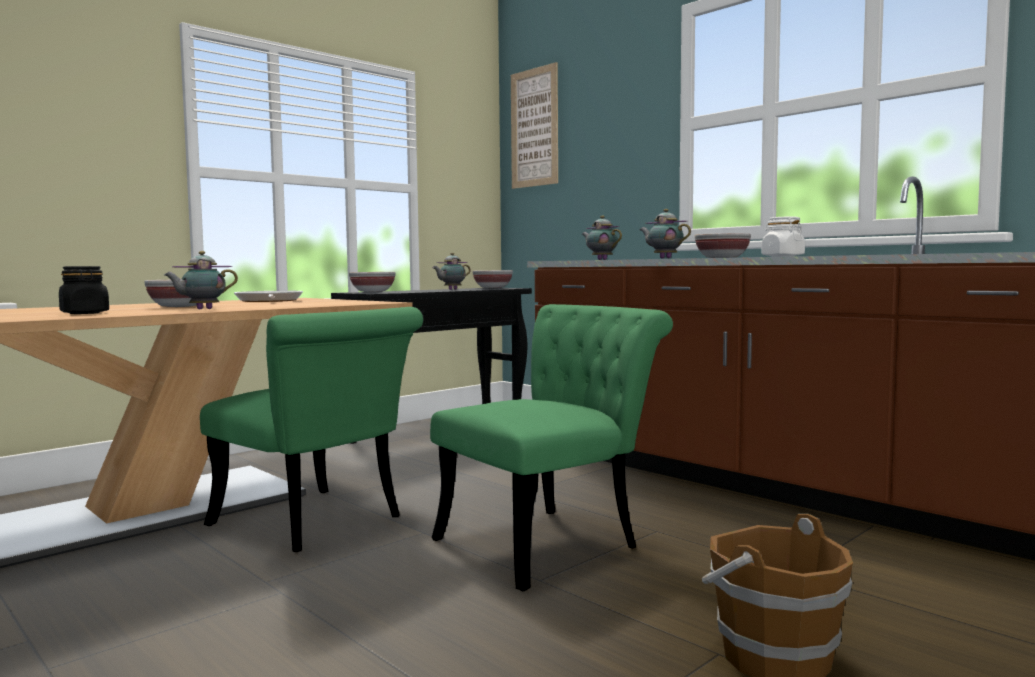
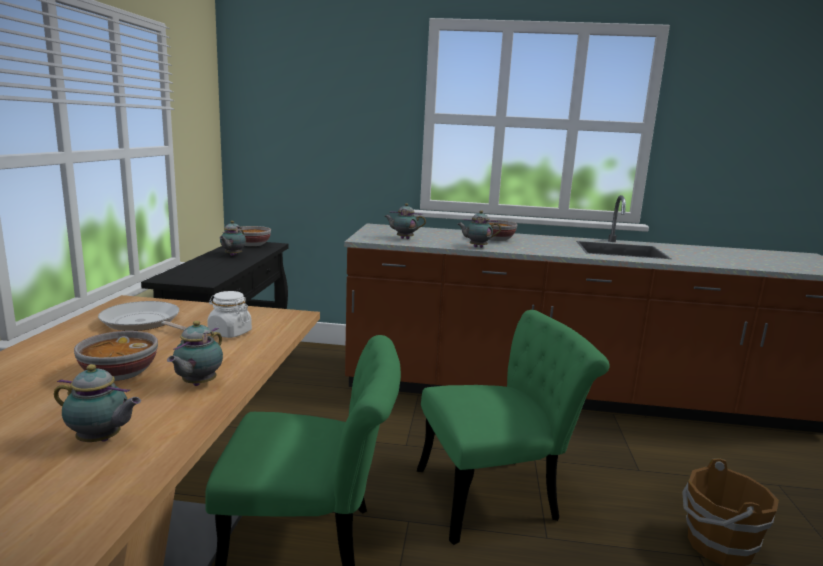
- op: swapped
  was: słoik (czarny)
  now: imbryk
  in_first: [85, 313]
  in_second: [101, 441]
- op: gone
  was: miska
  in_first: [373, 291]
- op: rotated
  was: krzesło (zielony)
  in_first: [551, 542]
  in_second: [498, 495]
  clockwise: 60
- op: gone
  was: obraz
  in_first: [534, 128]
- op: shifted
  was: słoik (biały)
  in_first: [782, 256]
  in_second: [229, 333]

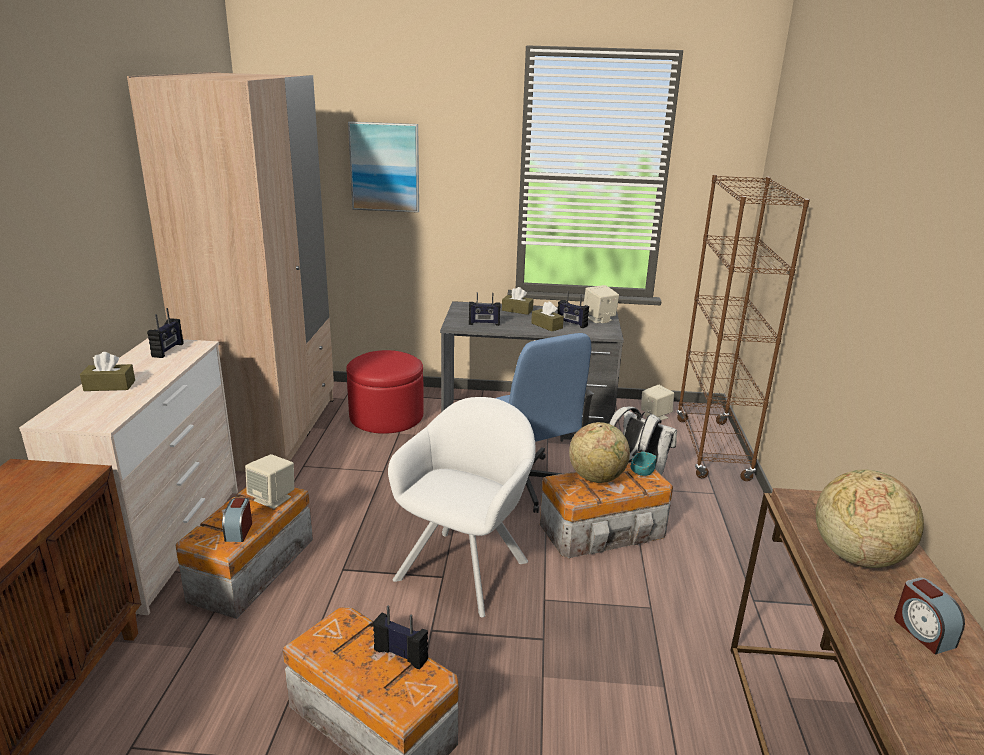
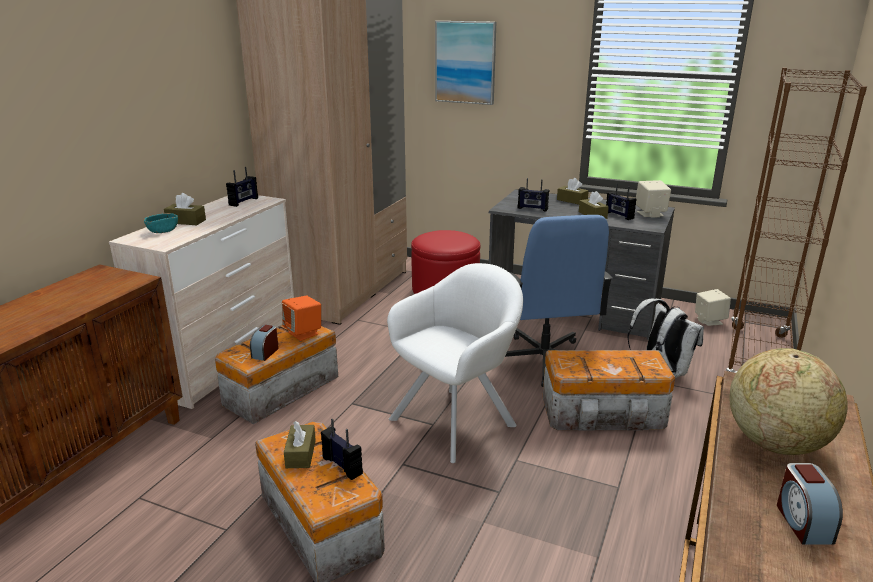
- op: repainted
  was: głośnik (beżowy)
  now: głośnik (pomarańczowy)
  in_first: [273, 499]
  in_second: [303, 333]
- op: gone
  was: globus
  in_first: [597, 477]
- op: shifted
  was: miska (turkusowy)
  in_first: [642, 471]
  in_second: [163, 231]
- op: new
  now: pudełko chusteczek (brązowy)
  in_second: [300, 454]

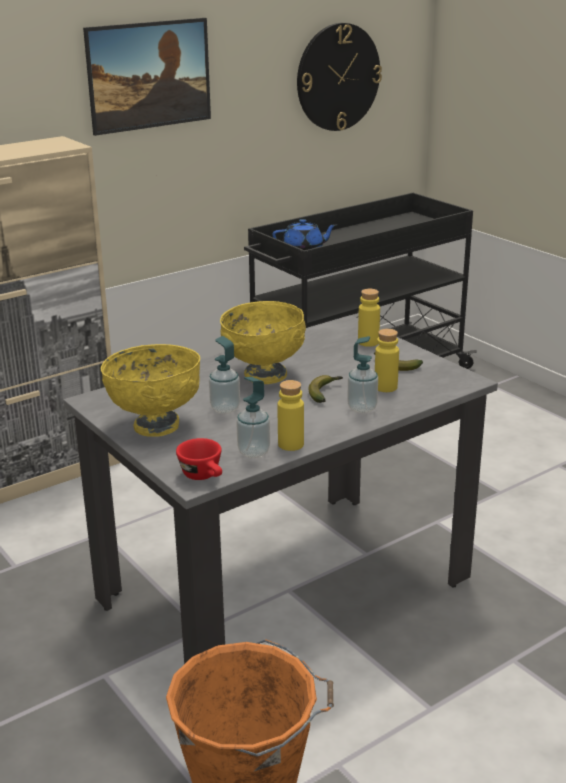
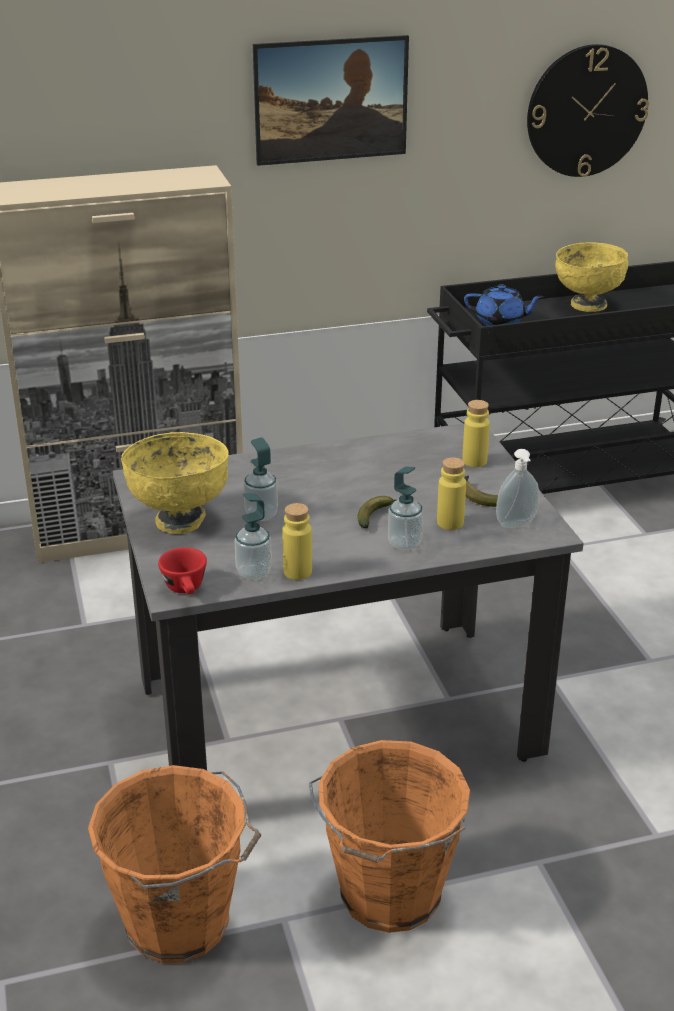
- op: shifted
  was: miska (żółty)
  in_first: [264, 375]
  in_second: [587, 305]
- op: new
  now: wiadro (pomarańczowy)
  in_second: [388, 896]
- op: new
  now: dozownik mydła
  in_second: [517, 525]

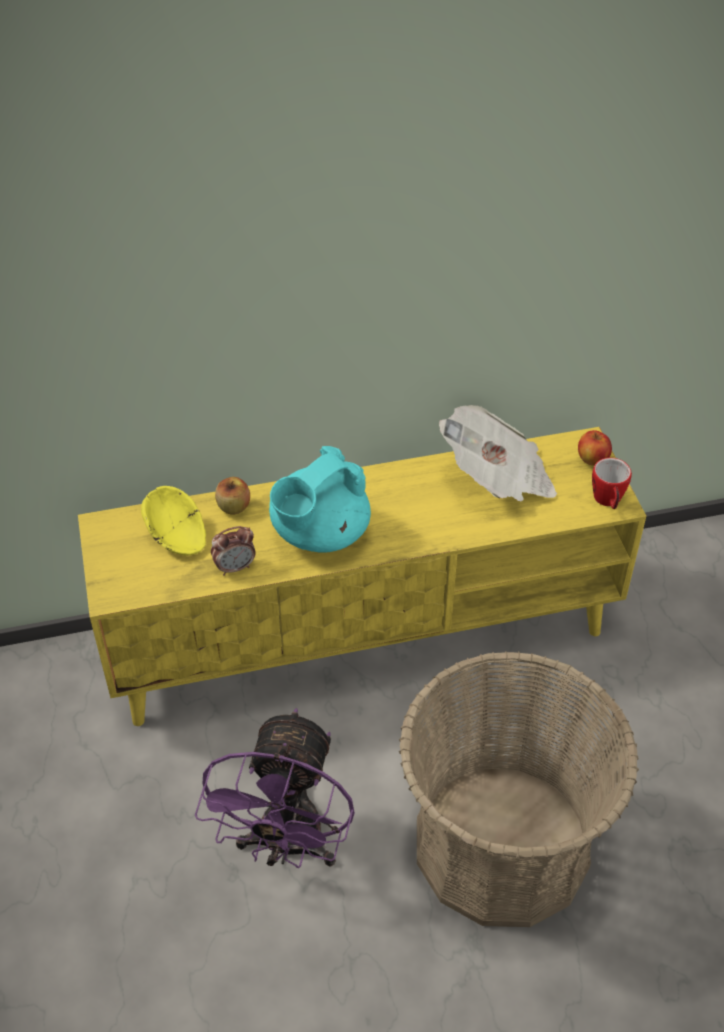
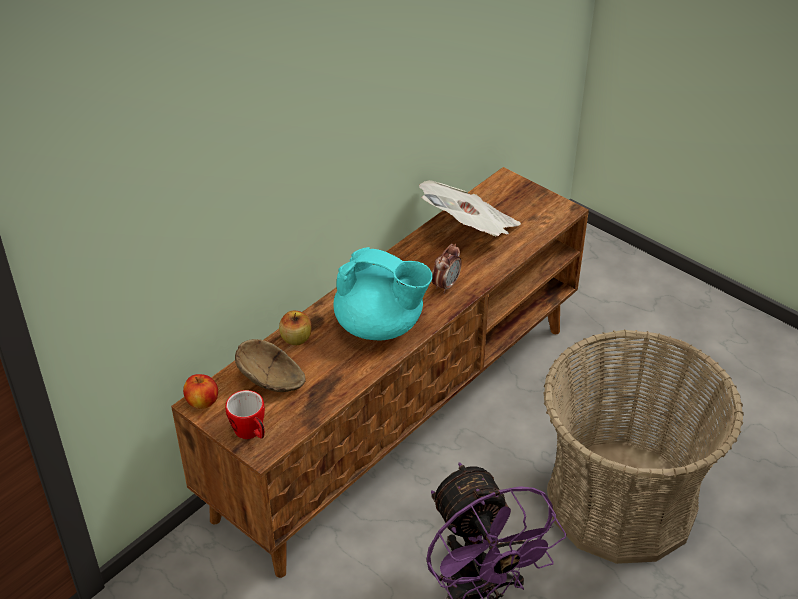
- op: repainted
  was: szafka pod telewizor (żółty)
  now: szafka pod telewizor (brązowy)
  in_first: [363, 635]
  in_second: [398, 416]
- op: repainted
  was: miska (żółty)
  now: miska (brązowy)
  in_first: [176, 537]
  in_second: [272, 381]
- op: shifted
  was: budzik
  in_first: [235, 567]
  in_second: [446, 285]
- op: rotated
  was: imbryk (turkusowy)
  in_first: [319, 533]
  in_second: [380, 326]
  clockwise: -75
- op: shifted
  was: jabłko
  in_first: [592, 459]
  in_second: [202, 402]
- op: shifted
  was: kubek
  in_first: [608, 501]
  in_second: [251, 433]

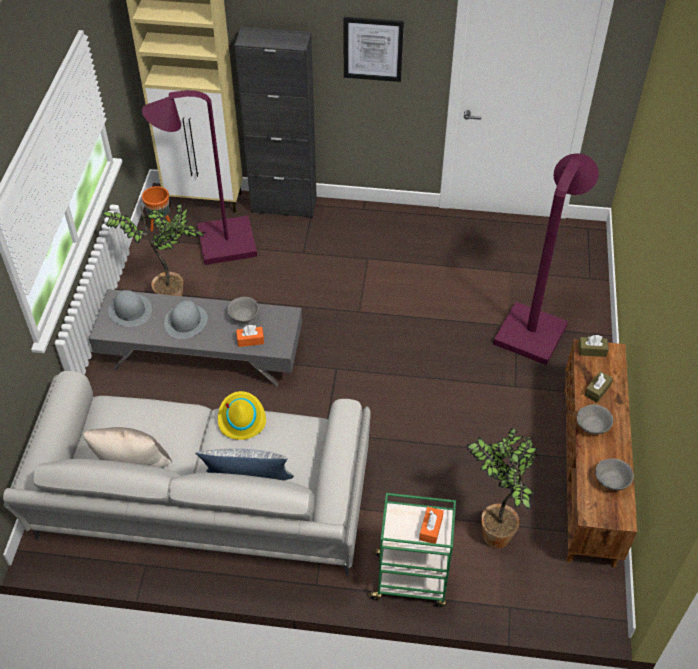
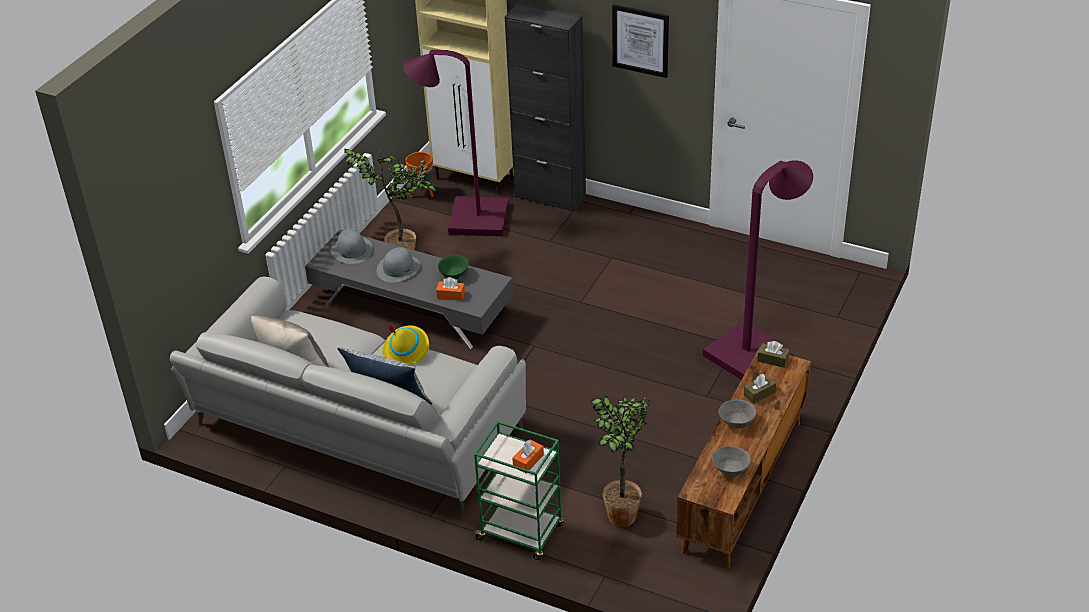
- op: repainted
  was: miska (szary)
  now: miska (zielony)
  in_first: [243, 317]
  in_second: [453, 275]

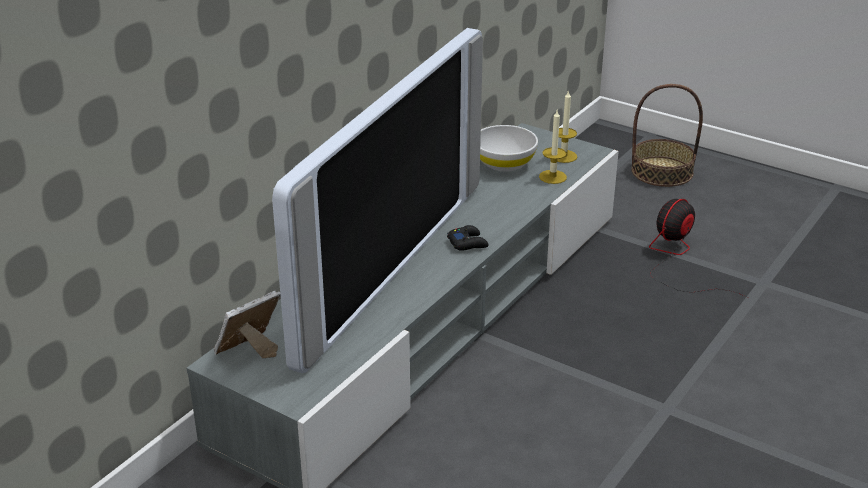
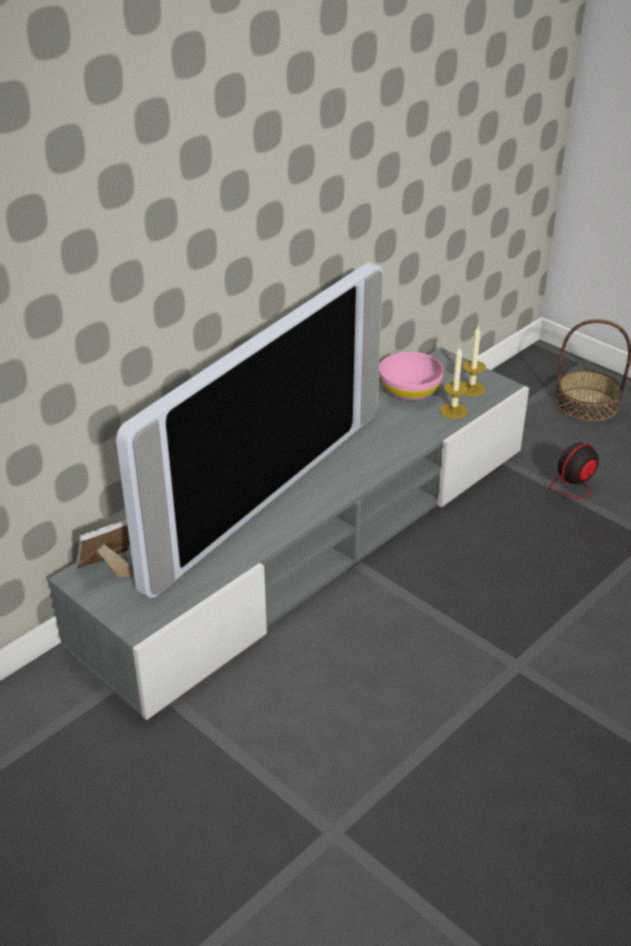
- op: gone
  was: pad do gier (czarny)
  in_first: [468, 243]
- op: repainted
  was: miska (biały)
  now: miska (różowy)
  in_first: [504, 163]
  in_second: [409, 391]

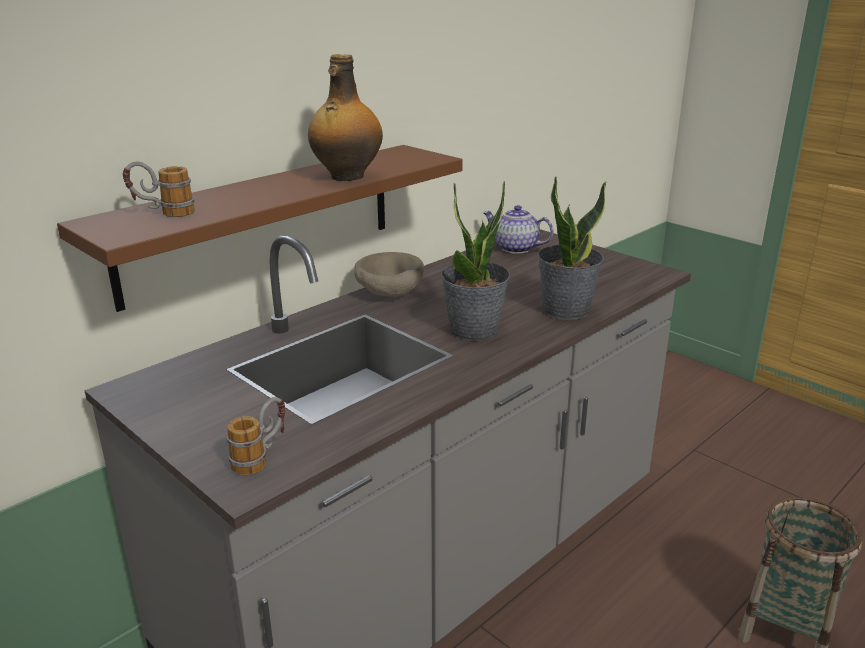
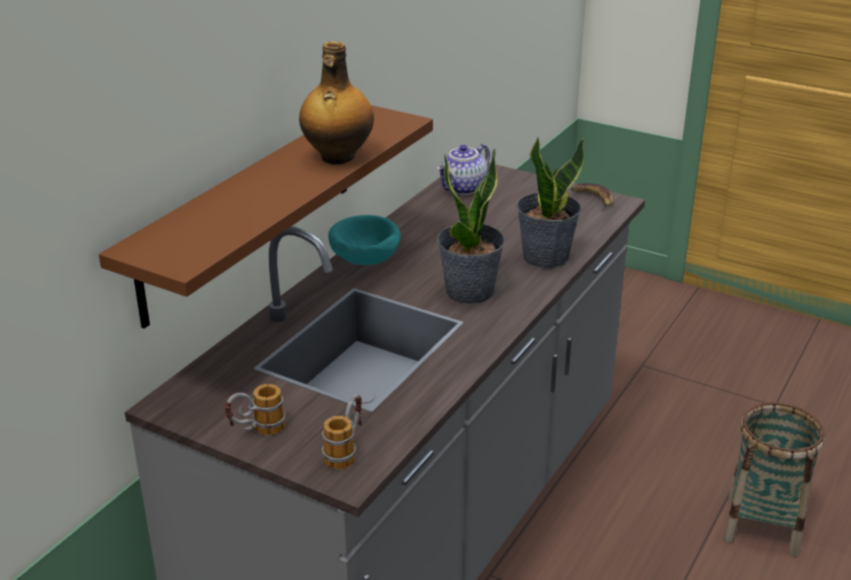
- op: shifted
  was: kubek
  in_first: [163, 214]
  in_second: [256, 431]
- op: repainted
  was: miska (beżowy)
  now: miska (turkusowy)
  in_first: [388, 294]
  in_second: [364, 261]
- op: rotated
  was: imbryk
  in_first: [515, 248]
  in_second: [464, 188]
  clockwise: -60
- op: new
  now: banan
  in_second: [593, 199]

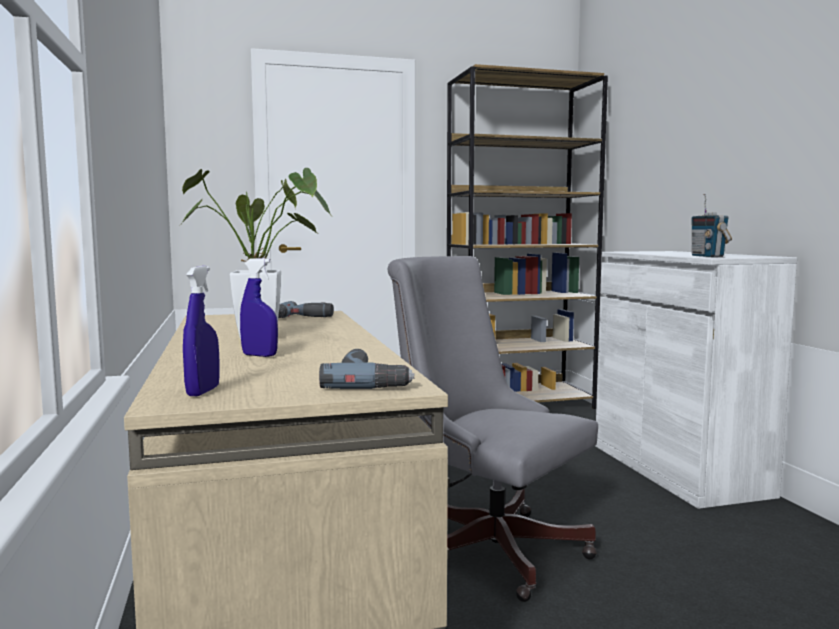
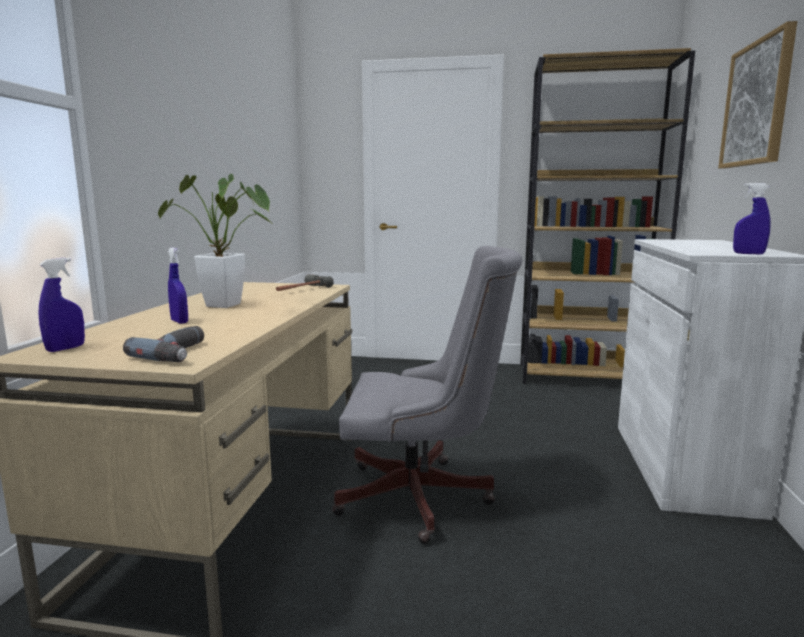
- op: swapped
  was: wiertarka
  now: młotek
  in_first: [302, 318]
  in_second: [301, 290]
- op: rotated
  was: krzesło biurowe (szary)
  in_first: [486, 545]
  in_second: [423, 498]
  clockwise: 120
- op: gone
  was: radio
  in_first: [708, 256]
- op: new
  now: obraz
  in_second: [757, 103]
- op: new
  now: spryskiwacz (niebieski)
  in_second: [748, 253]

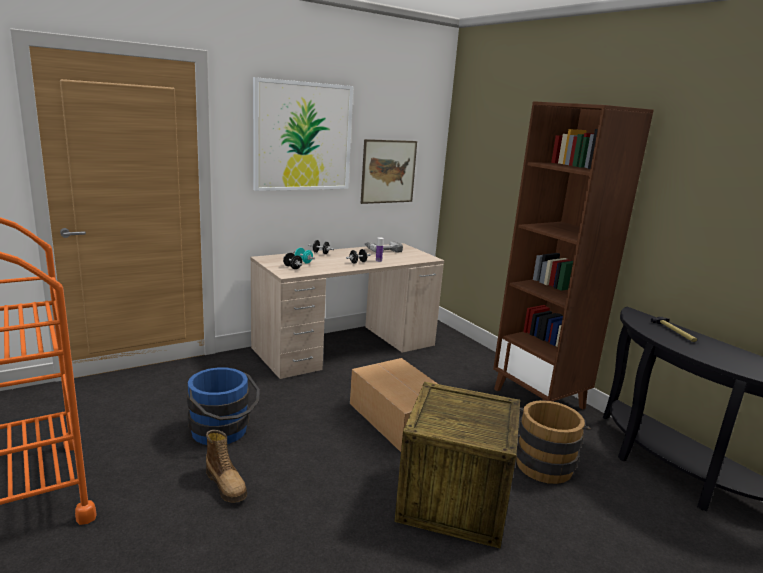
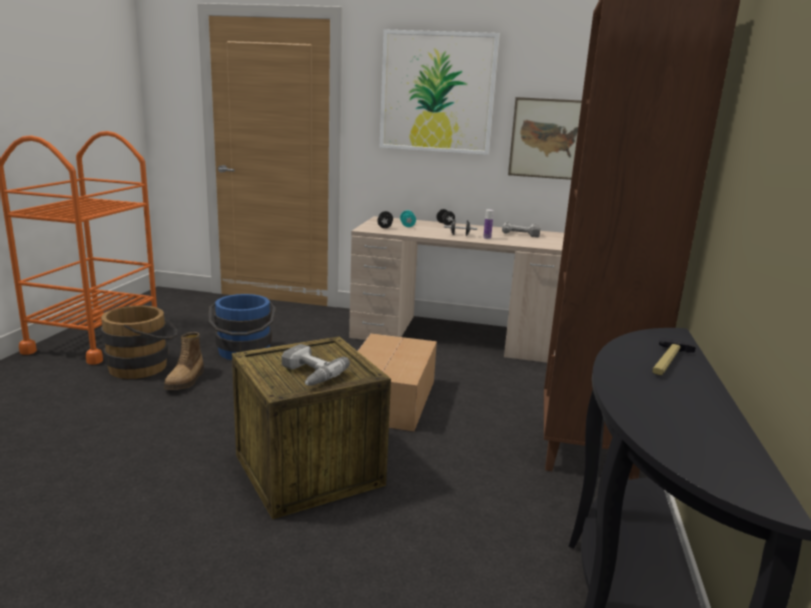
- op: shifted
  was: wiadro (brązowy)
  in_first: [544, 462]
  in_second: [144, 366]
- op: new
  now: wiertarka
  in_second: [307, 374]

